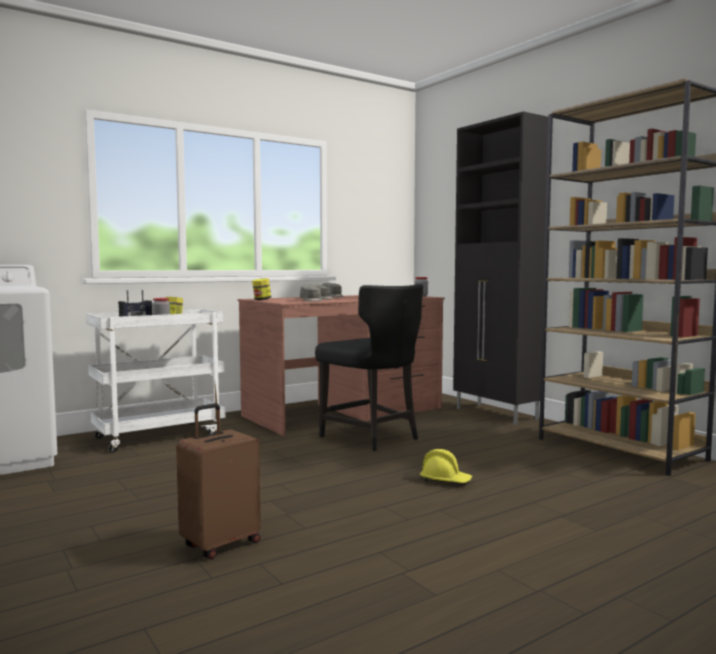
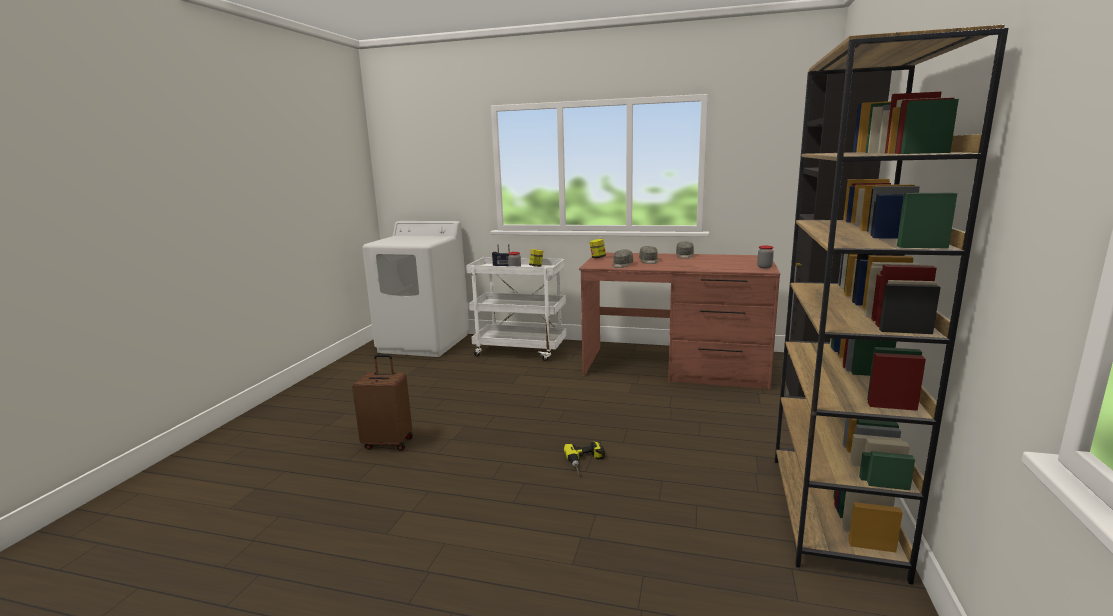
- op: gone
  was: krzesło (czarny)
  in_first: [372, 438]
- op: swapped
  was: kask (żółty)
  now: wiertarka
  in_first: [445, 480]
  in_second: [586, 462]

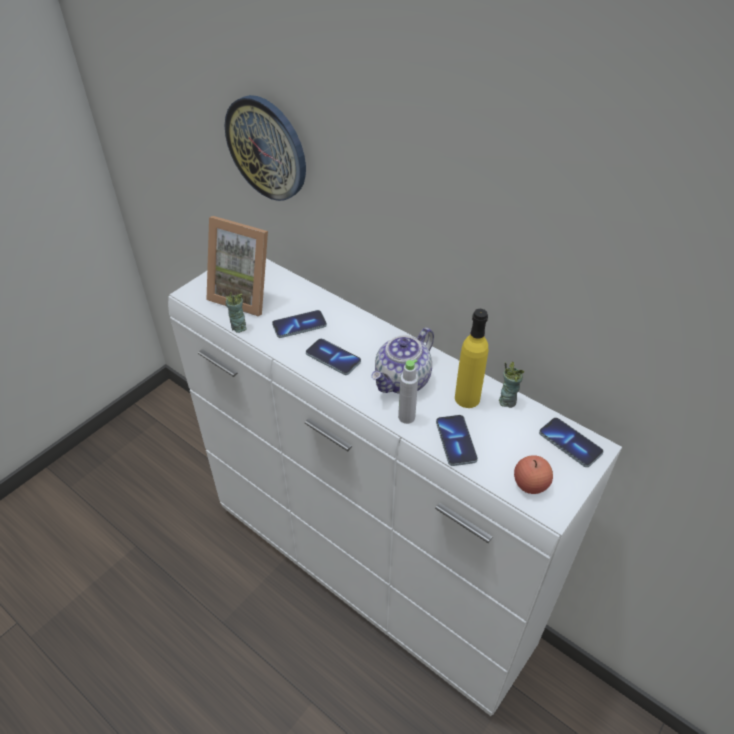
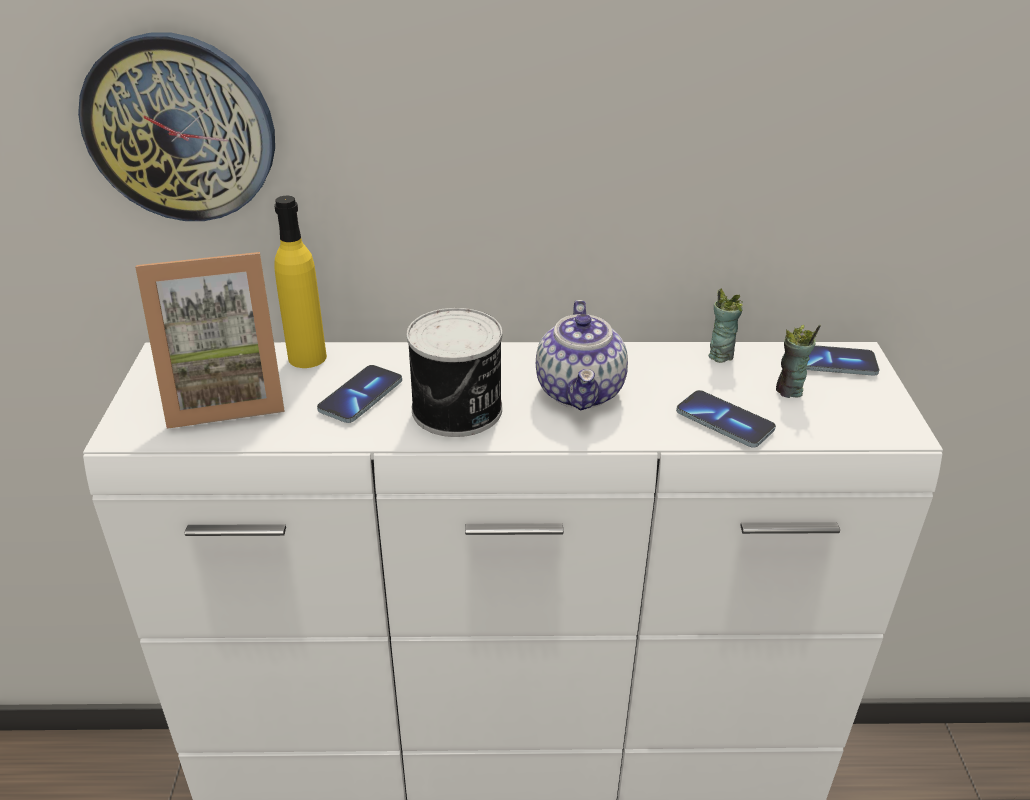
- op: shifted
  was: filiżanka
  in_first: [238, 327]
  in_second: [789, 391]
- op: swapped
  was: telefon
  now: puszka
  in_first: [333, 358]
  in_second: [459, 410]
- op: gone
  was: butelka (szary)
  in_first: [406, 417]
- op: shifted
  was: butelka (żółty)
  in_first: [467, 398]
  in_second: [307, 357]
- op: gone
  was: jabłko
  in_first: [530, 484]

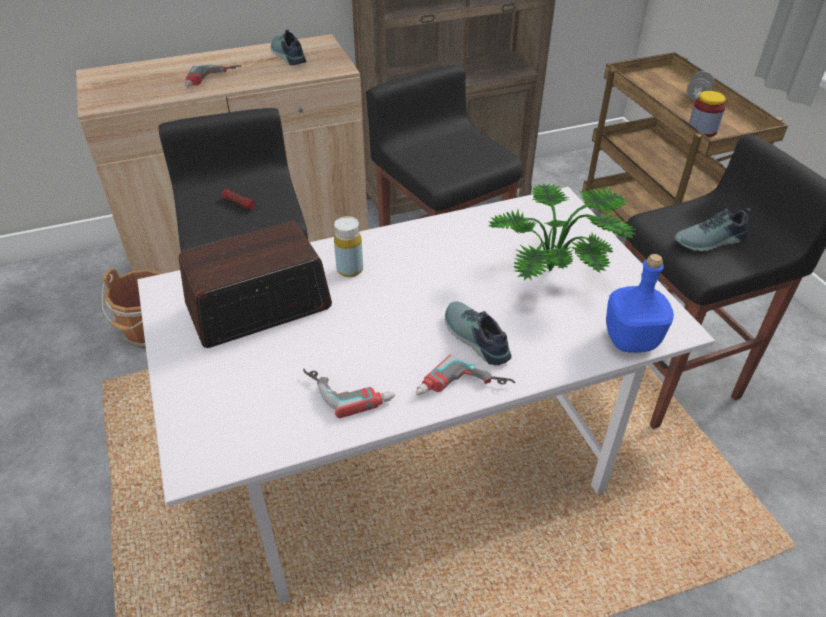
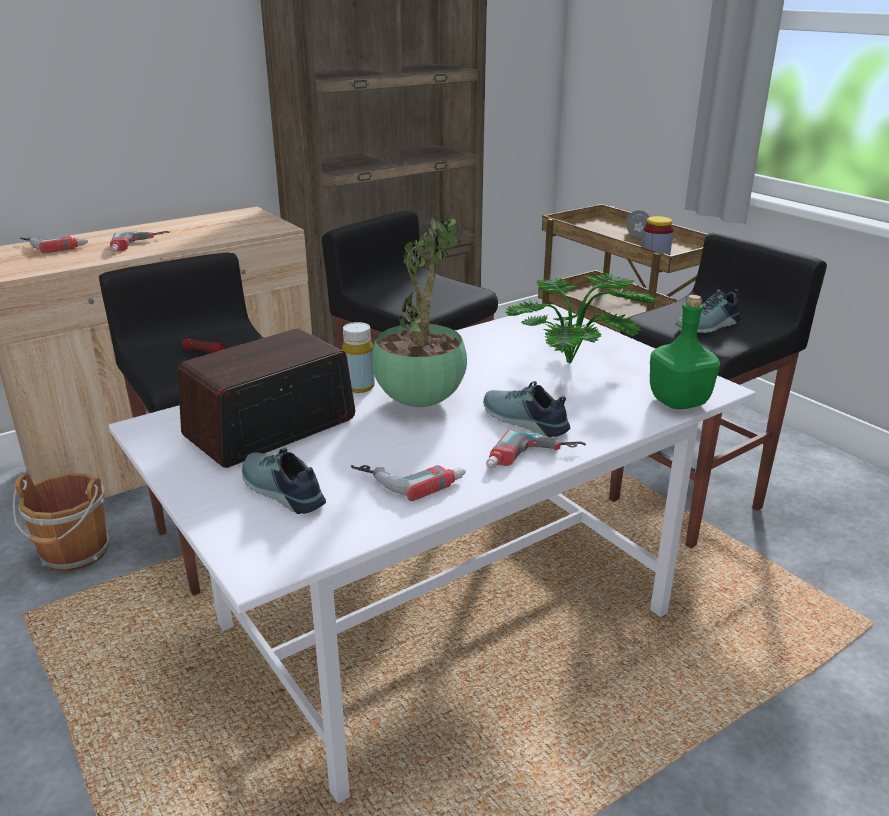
- op: shifted
  was: but
  in_first: [287, 56]
  in_second: [280, 491]
- op: repainted
  was: butelka (niebieski)
  now: butelka (zielony)
  in_first: [629, 340]
  in_second: [677, 402]
- op: new
  now: wiertarka
  in_second: [55, 245]
- op: new
  now: roślina doniczkowa
  in_second: [420, 400]

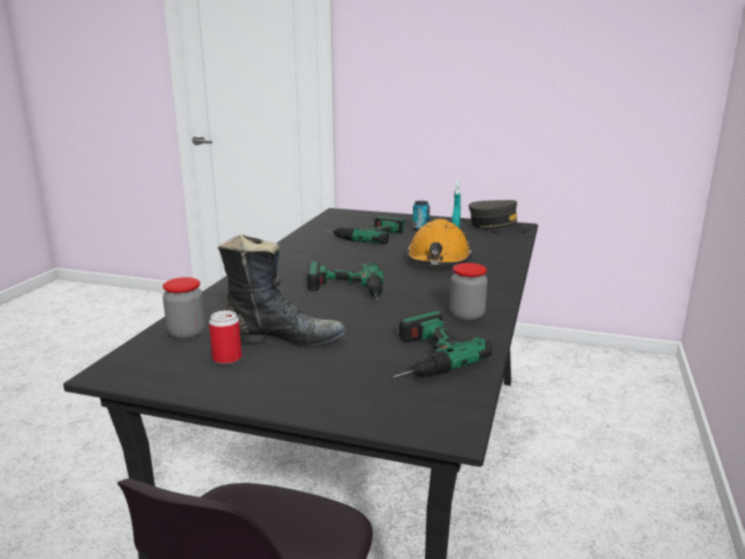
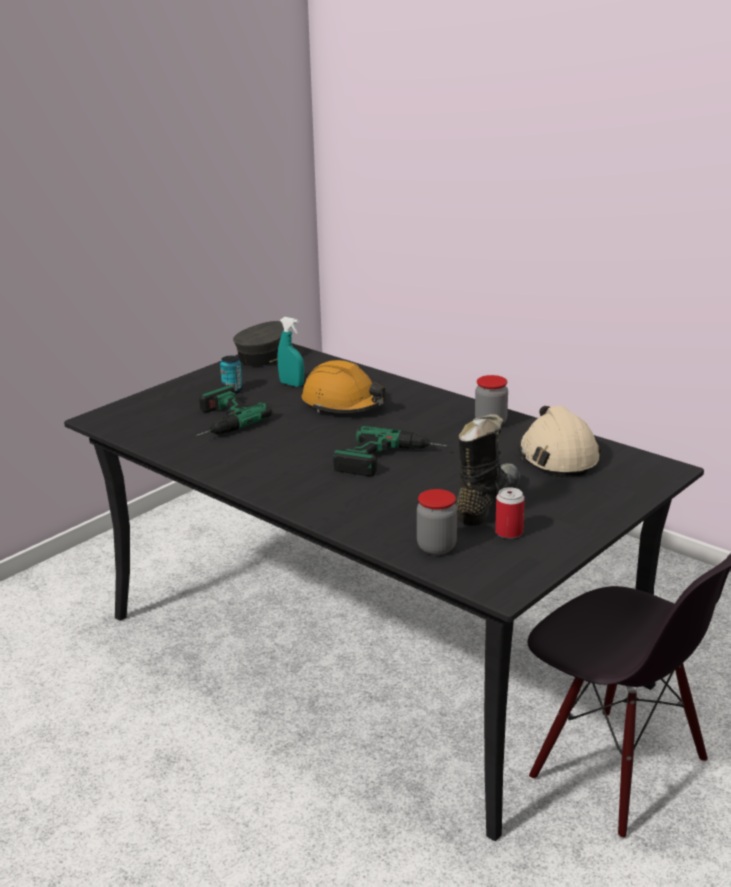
- op: swapped
  was: wiertarka
  now: kask (beżowy)
  in_first: [420, 357]
  in_second: [557, 456]

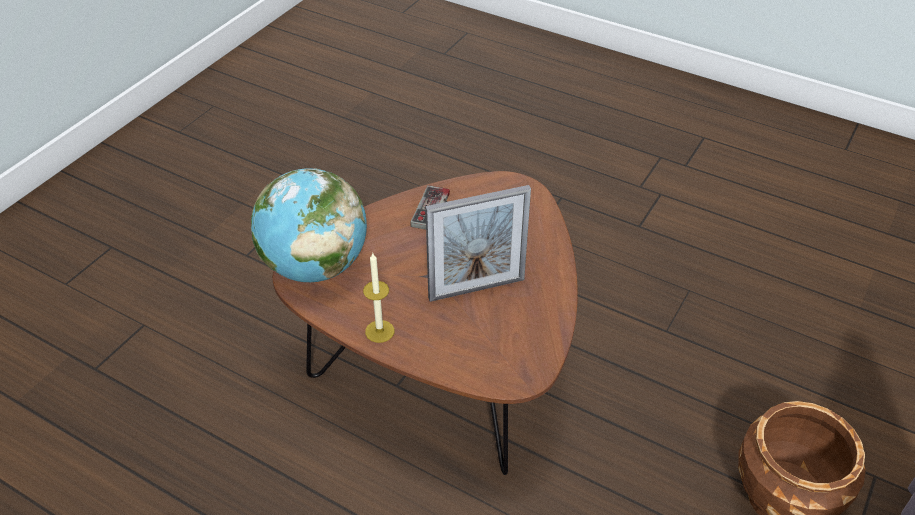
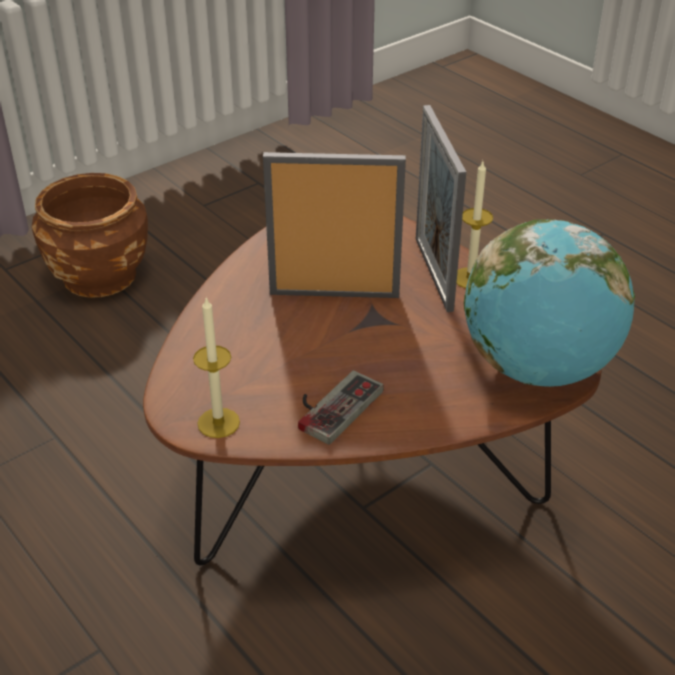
- op: new
  now: świeca
  in_second: [218, 423]
- op: new
  now: ramka na zdjęcie
  in_second: [433, 273]

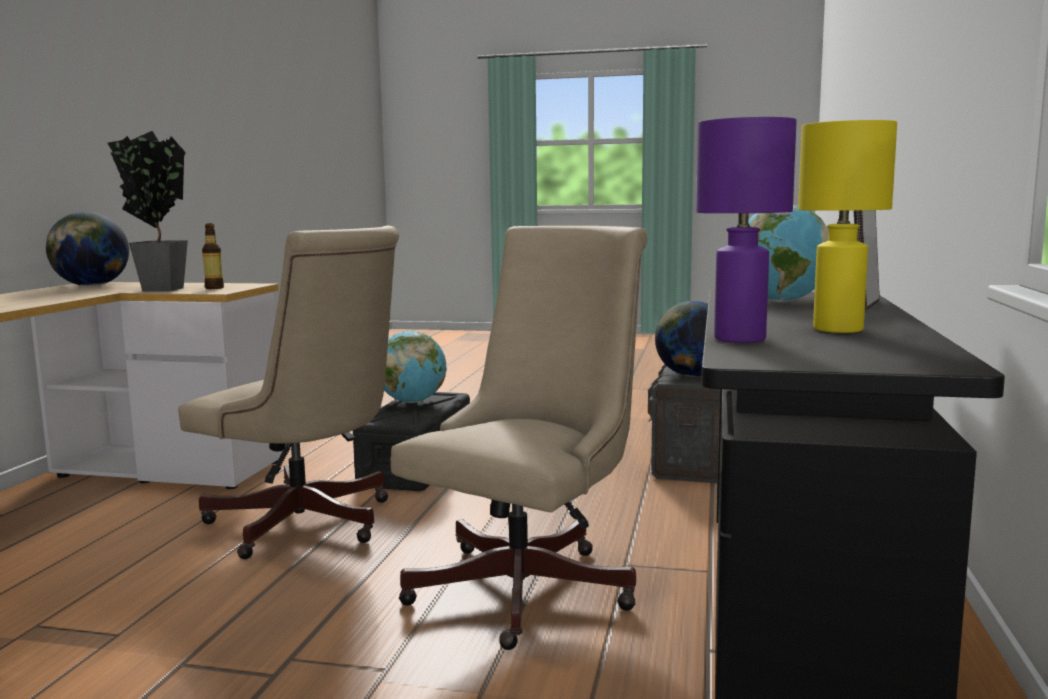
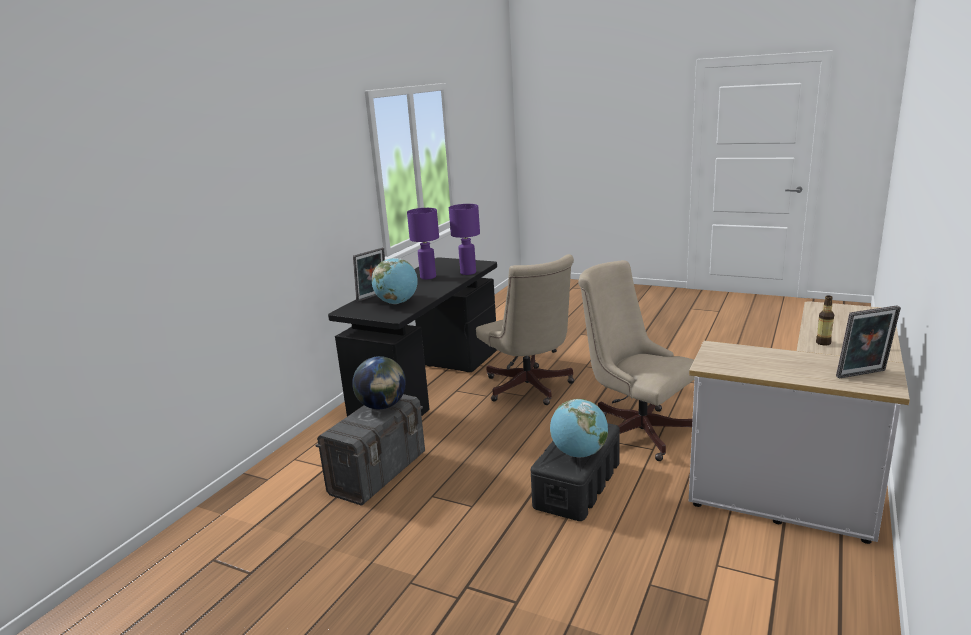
- op: swapped
  was: globus
  now: ramka na zdjęcie
  in_first: [91, 286]
  in_second: [863, 375]
- op: gone
  was: roślina doniczkowa
  in_first: [159, 289]
- op: shifted
  was: butelka
  in_first: [214, 288]
  in_second: [823, 343]
- op: rotated
  was: krzesło biurowe (beżowy)
  in_first: [532, 585]
  in_second: [529, 389]
  clockwise: -75
- op: repainted
  was: lampa stołowa (żółty)
  now: lampa stołowa (fioletowy)
  in_first: [839, 329]
  in_second: [427, 277]

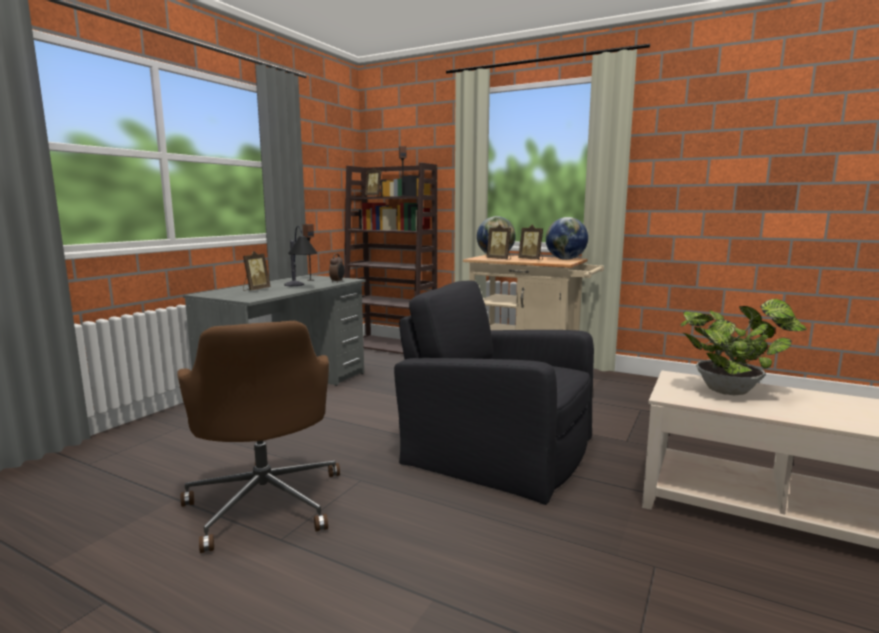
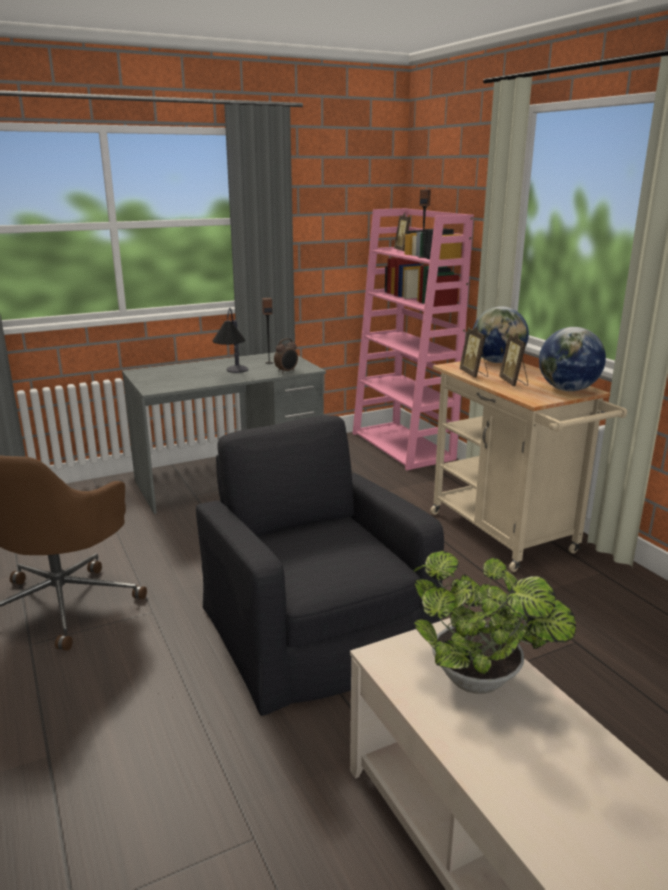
- op: gone
  was: ramka na zdjęcie
  in_first: [255, 289]
- op: repainted
  was: regał (brązowy)
  now: regał (różowy)
  in_first: [391, 347]
  in_second: [403, 446]

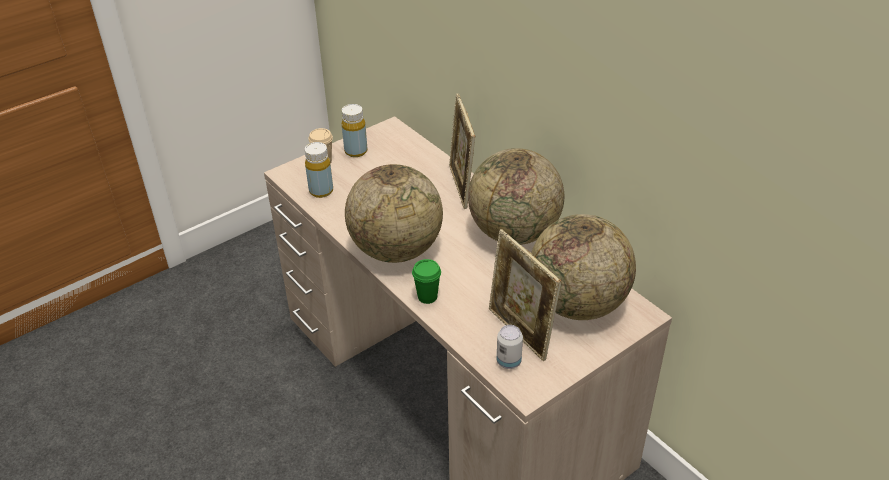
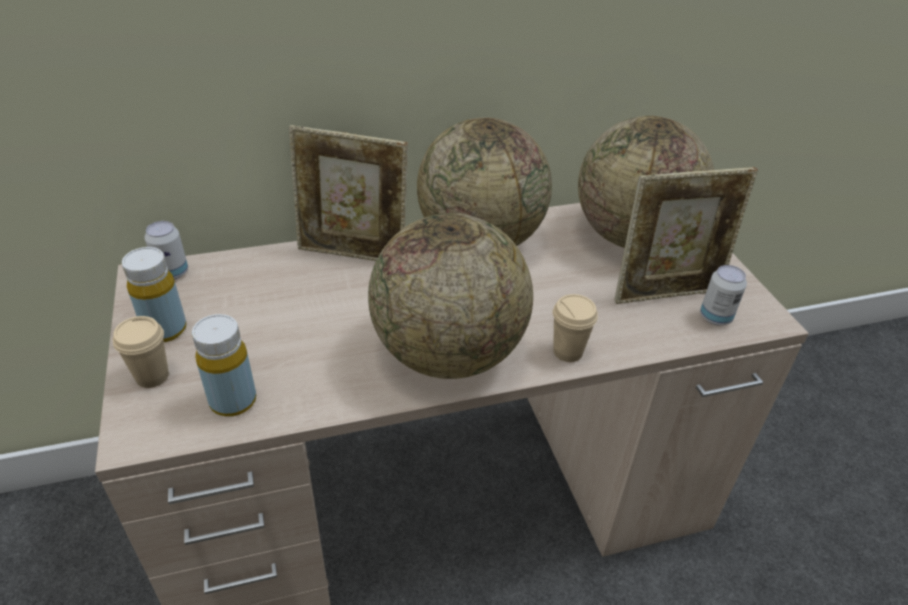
- op: repainted
  was: filiżanka (zielony)
  now: filiżanka (beżowy)
  in_first: [427, 297]
  in_second: [567, 352]
- op: new
  now: puszka
  in_second: [172, 273]

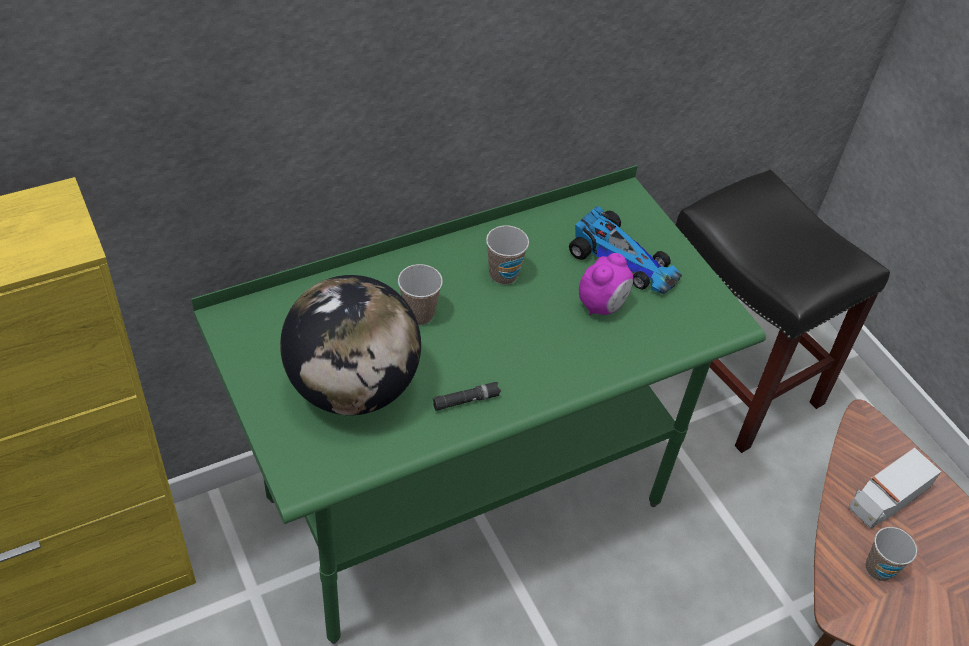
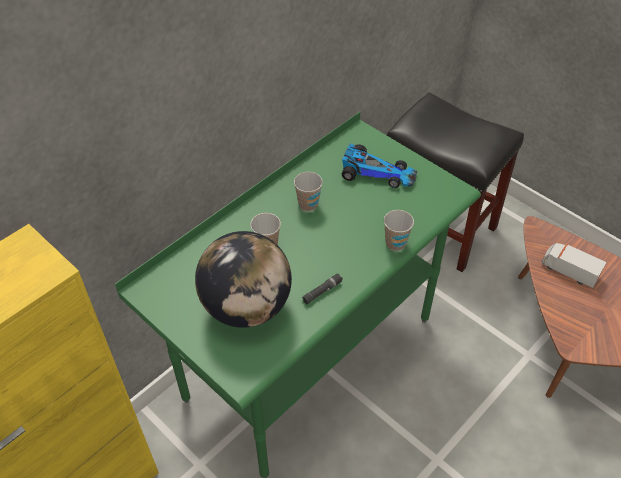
- op: gone
  was: budzik
  in_first: [602, 305]
- op: rotated
  was: ciężarówka zabawkowa
  in_first: [886, 499]
  in_second: [568, 271]
  clockwise: 90
- op: shifted
  was: filiżanka
  in_first: [879, 568]
  in_second: [395, 243]

